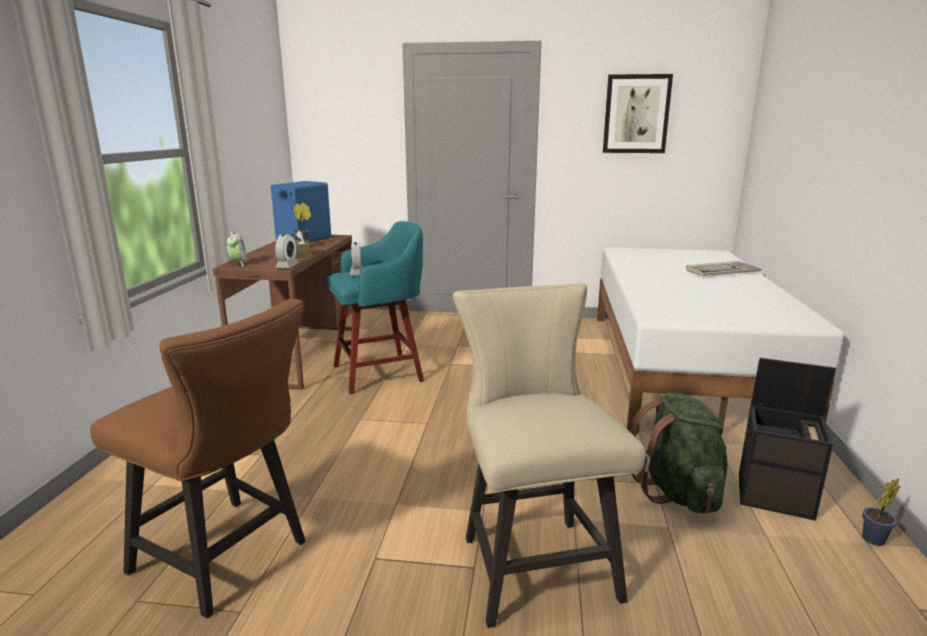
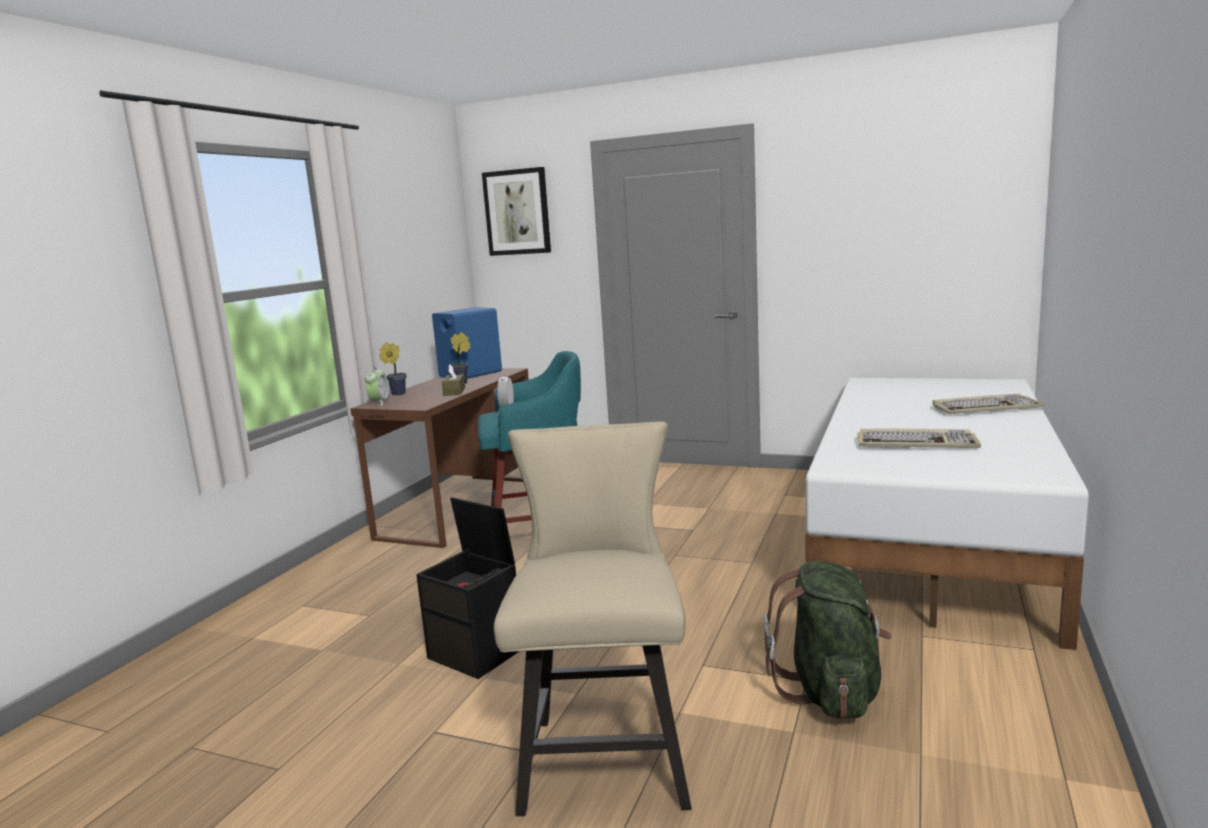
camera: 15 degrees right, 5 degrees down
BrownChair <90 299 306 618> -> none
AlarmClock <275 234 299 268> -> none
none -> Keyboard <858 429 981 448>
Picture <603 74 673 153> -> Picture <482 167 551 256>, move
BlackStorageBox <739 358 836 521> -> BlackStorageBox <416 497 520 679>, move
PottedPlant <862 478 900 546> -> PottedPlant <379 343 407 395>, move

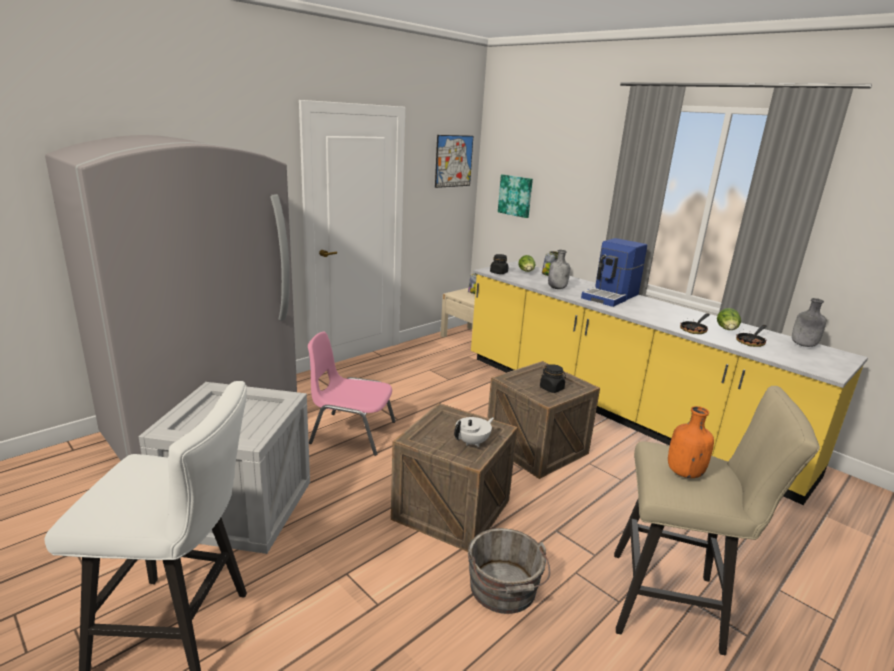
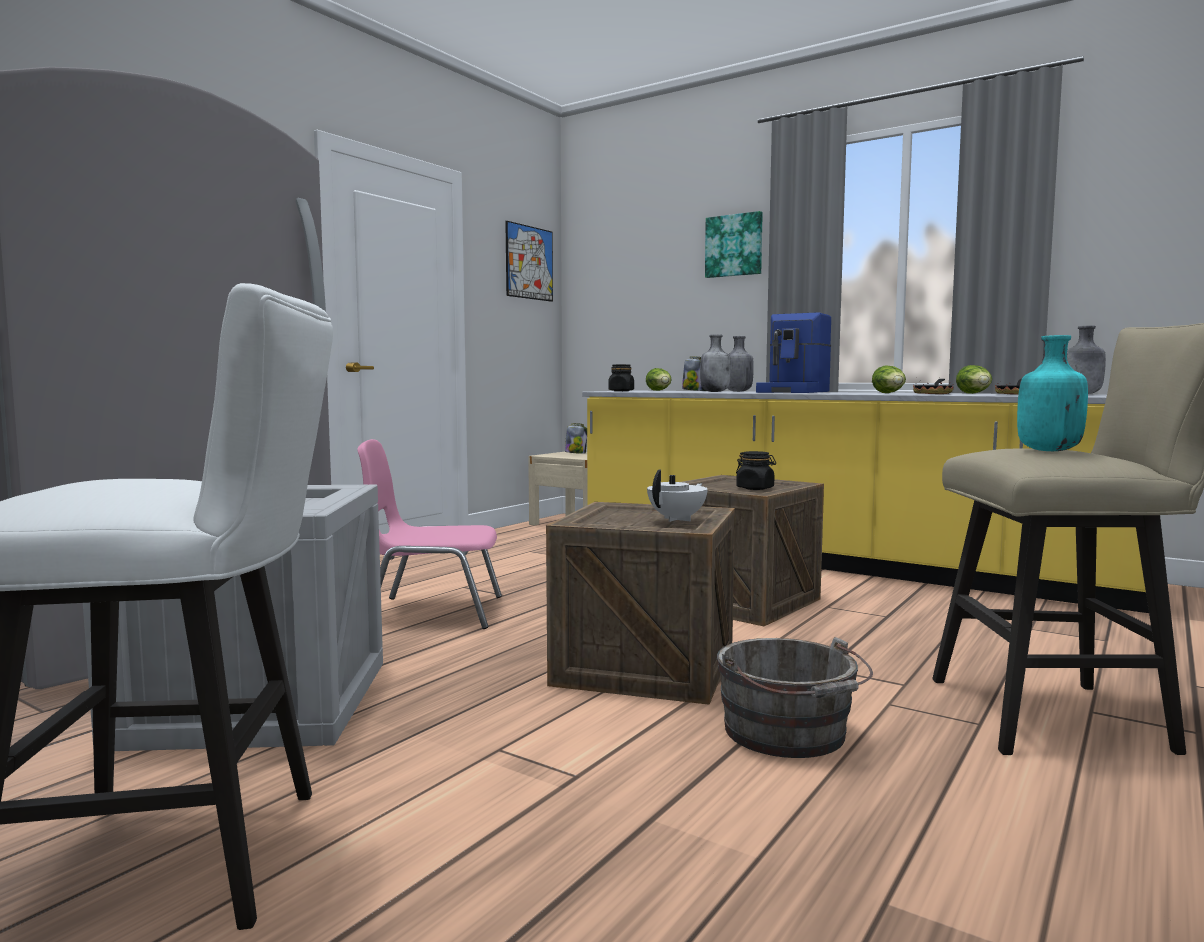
camera: 10 degrees left, 15 degrees down
none -> GreyBottle <727 336 754 392>
none -> Lettuce <872 366 906 393>
Picture <498 175 533 218> -> Picture <705 211 763 278>, move
OrangeBottle <668 406 714 478> -> TurquoiseBottle <1017 335 1088 451>

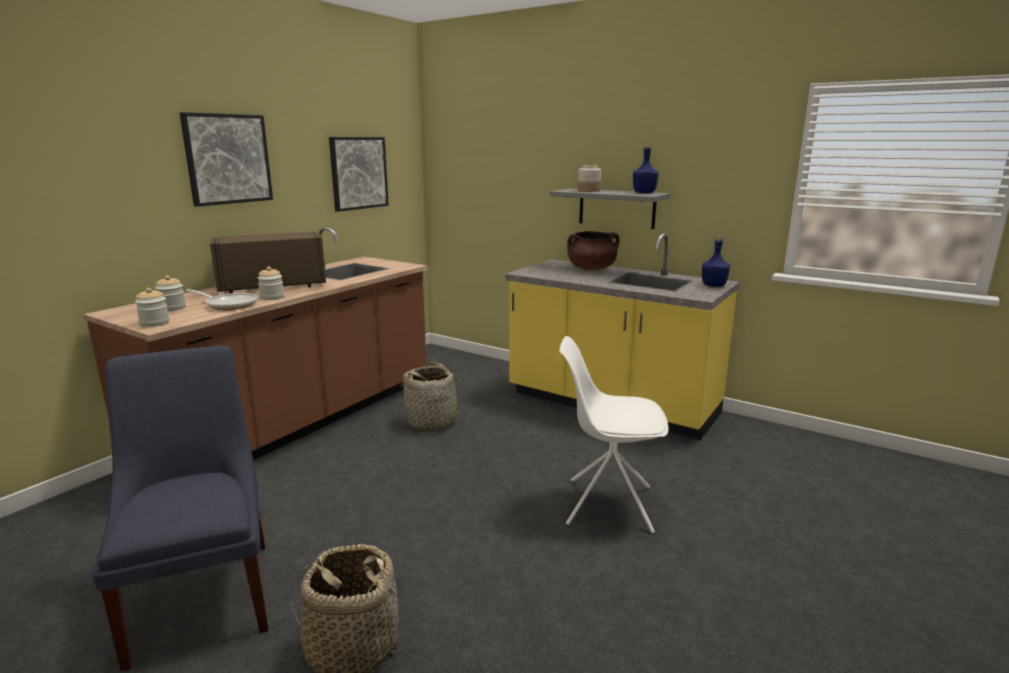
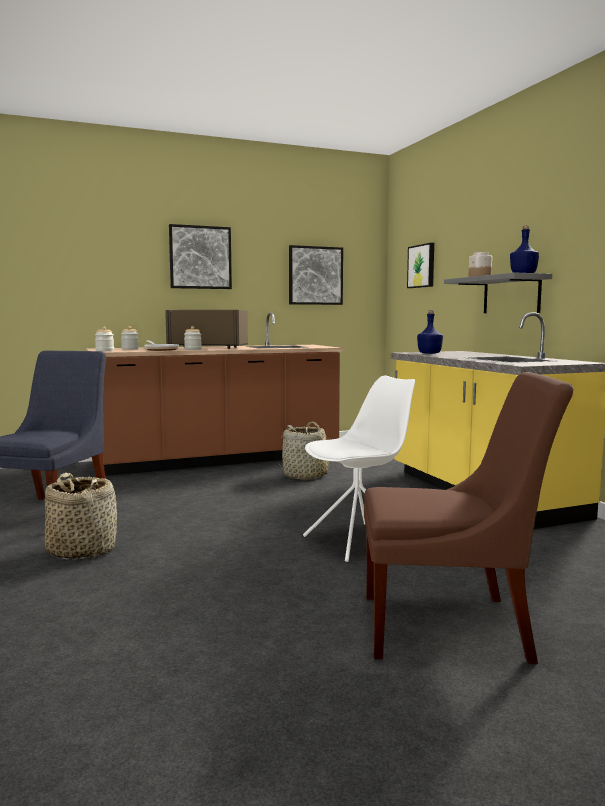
camera: 35 degrees right, 10 degrees down
BrownCookingPot <567 231 620 270> -> none
none -> BrownChair <364 372 573 664>
none -> Picture <407 243 434 288>
BlueBottle <702 237 730 287> -> BlueBottle <417 310 443 354>, move
WhiteChair <559 336 669 534> -> WhiteChair <303 375 415 562>, 105 degrees clockwise

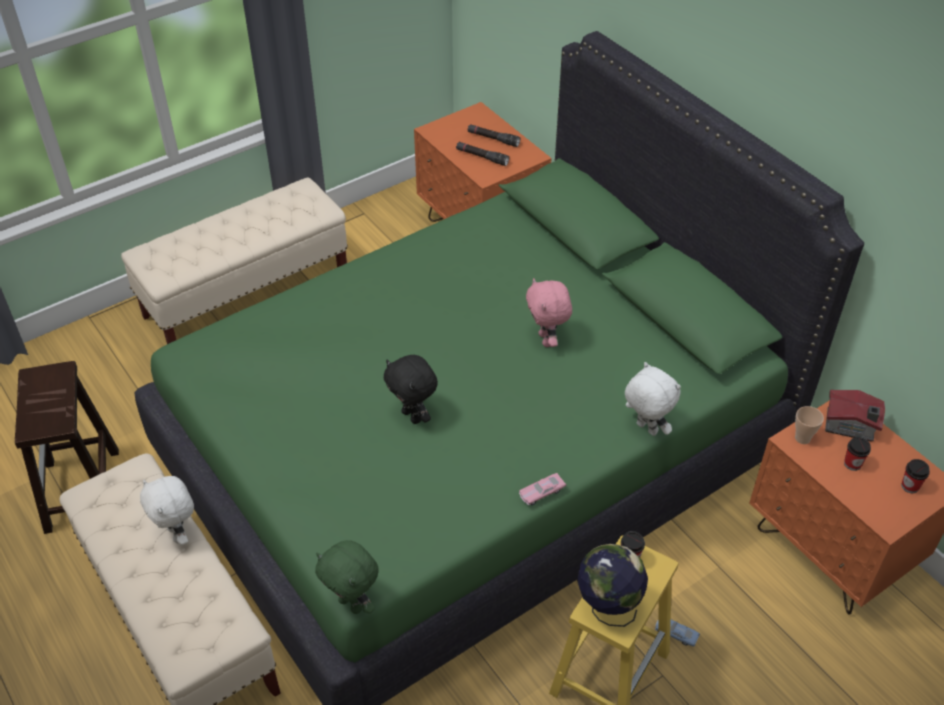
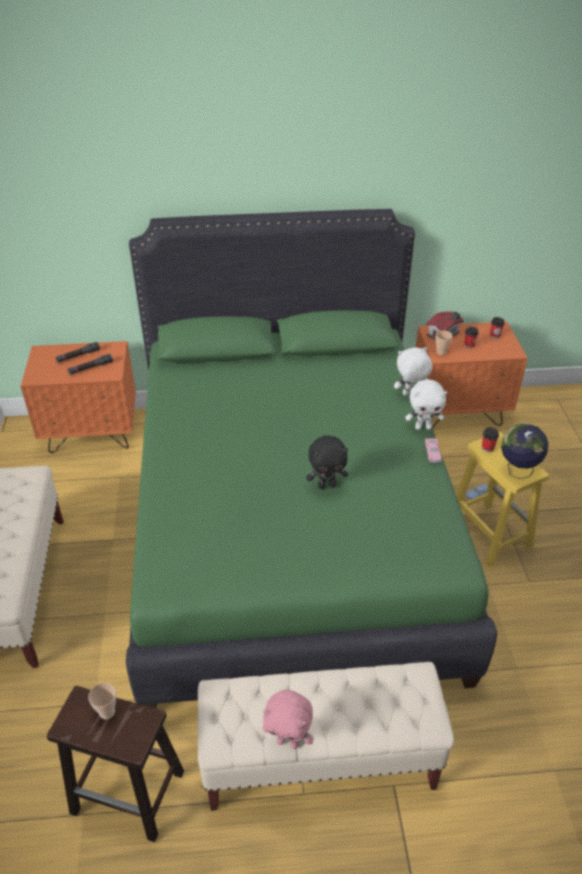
camera: 60 degrees left, 5 degrees down
GreenPlushToy <315 540 379 614> -> none
none -> Cup <88 683 116 720>
WhitePlushToy <140 476 194 545> -> WhitePlushToy <405 379 447 430>, move
PinkPlushToy <526 278 572 347> -> PinkPlushToy <262 690 314 749>, move

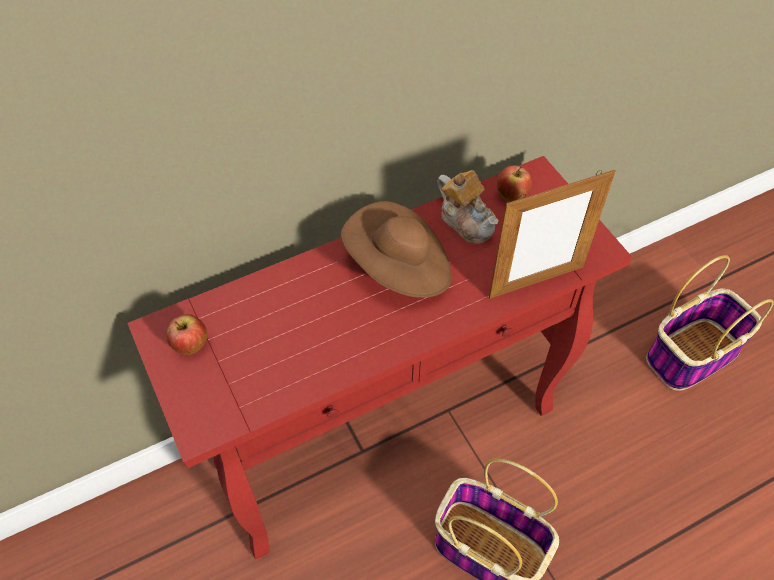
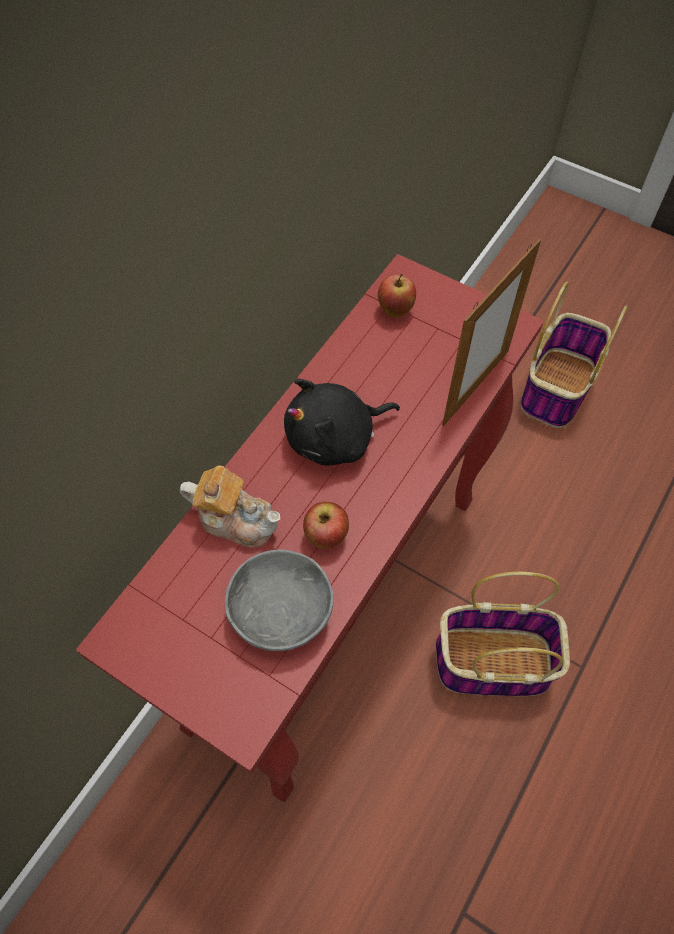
camera: 30 degrees left, 5 degrees up
none -> GreyBowl <225 549 334 651>
Apple <166 314 207 355> -> Apple <303 502 349 549>, move
Teapot <437 170 499 245> -> Teapot <180 466 280 547>, move
BrownHat <341 201 452 298> -> BlackPlushToy <284 378 400 465>

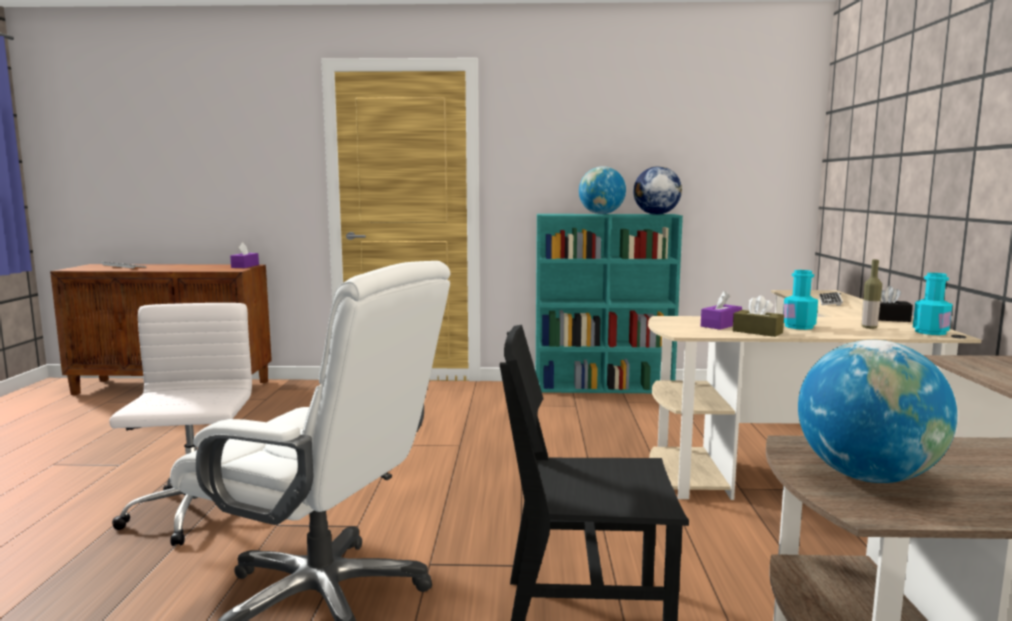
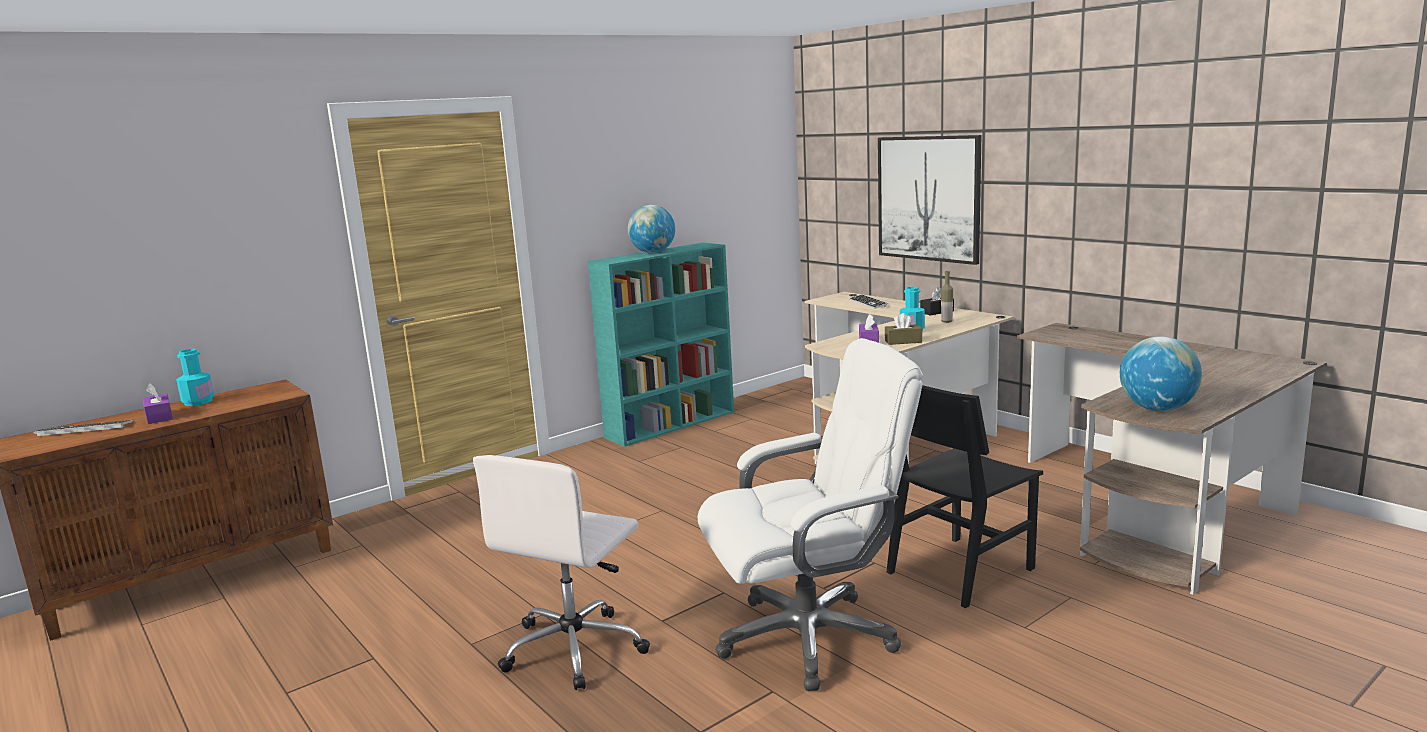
camera: 40 degrees left, 5 degrees up
Globe <633 166 682 215> -> none
none -> Picture <878 135 981 265>
PurpleTissueBox <230 242 259 268> -> PurpleTissueBox <143 384 173 424>, move
TurquoiseBottle <913 273 952 335> -> TurquoiseBottle <176 349 214 406>, move
WhiteOfficeChair <109 303 252 546> -> WhiteOfficeChair <473 455 650 690>, 105 degrees counterclockwise

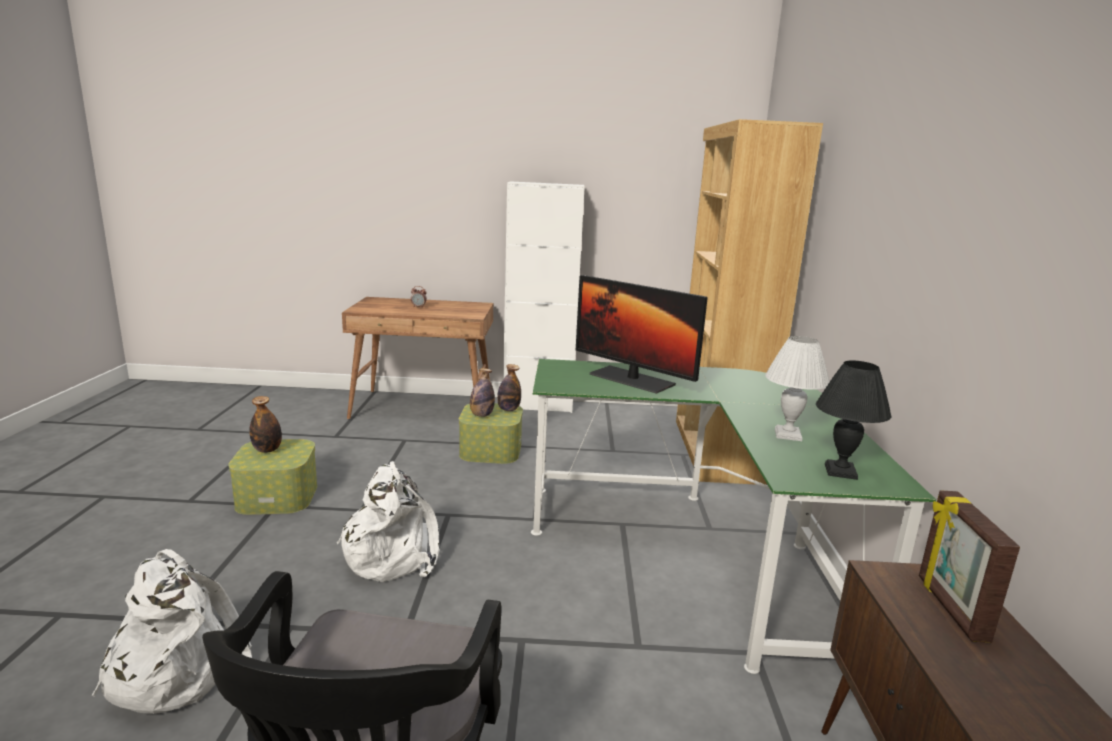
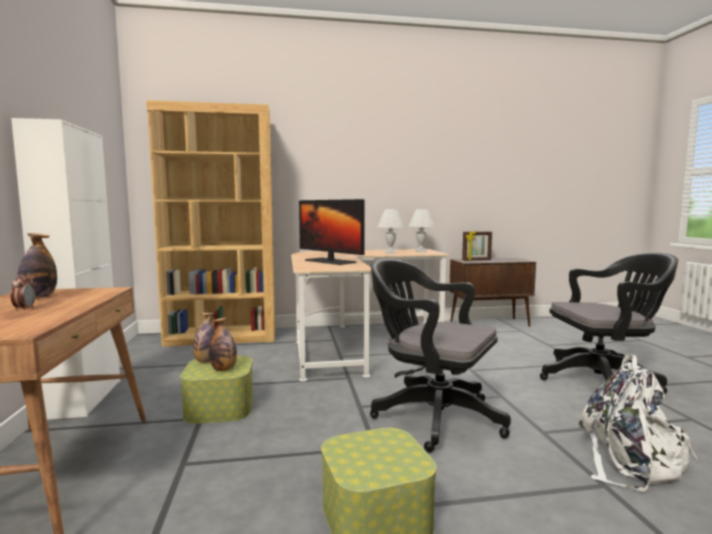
camera: 100 degrees left, 10 degrees down
Bottle <249 396 282 453> -> Bottle <17 233 57 298>, move
WhiteBackpack <337 461 440 582> -> BlackOfficeChair <370 259 511 453>
GreenDesk <531 359 936 674> -> BeigeDesk <291 249 449 381>
BlackTableLamp <816 360 892 480> -> WhiteTableLamp <409 209 435 252>
Monitor <576 275 708 394> -> Monitor <299 199 365 265>, 105 degrees clockwise

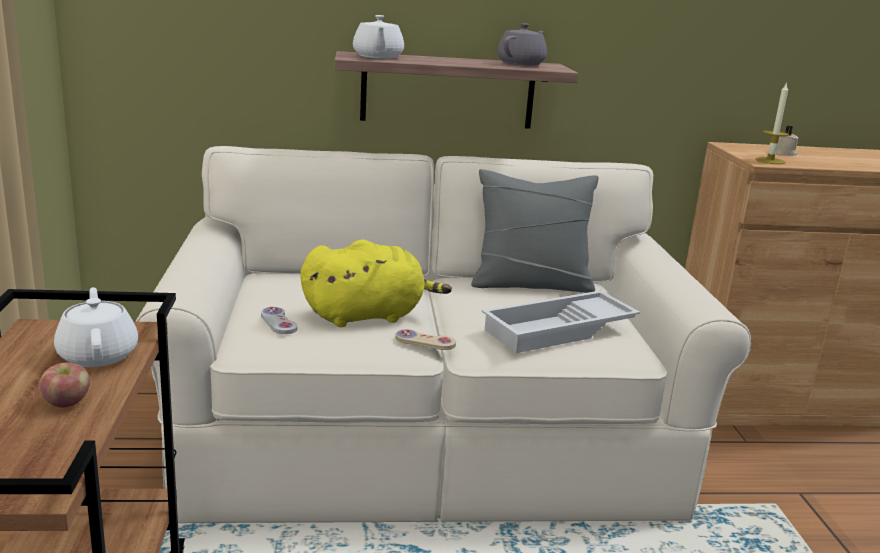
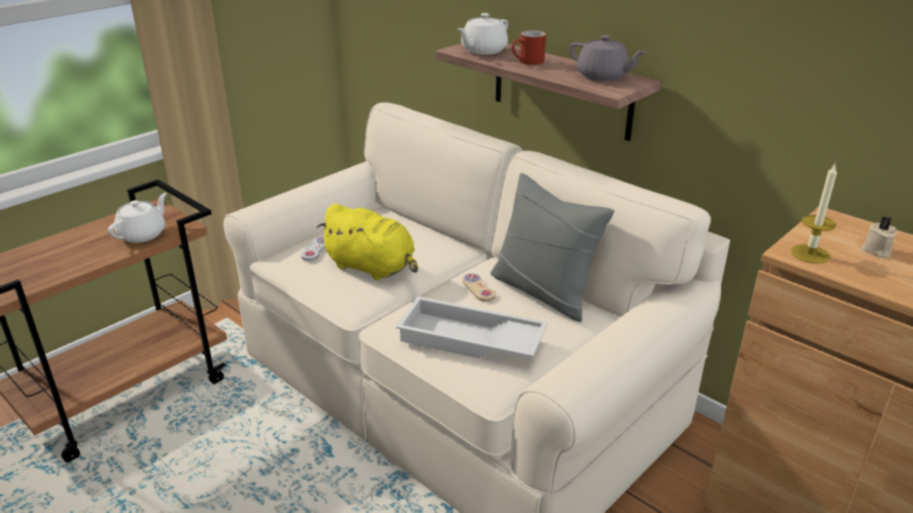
camera: 50 degrees right, 10 degrees up
Apple <39 363 90 408> -> none
none -> RedMug <512 30 546 65>
BeigeGameController <395 329 456 350> -> BeigeGameController <462 274 496 302>, move
GreyTeapot <497 23 547 66> -> GreyTeapot <569 35 646 81>, 45 degrees clockwise

